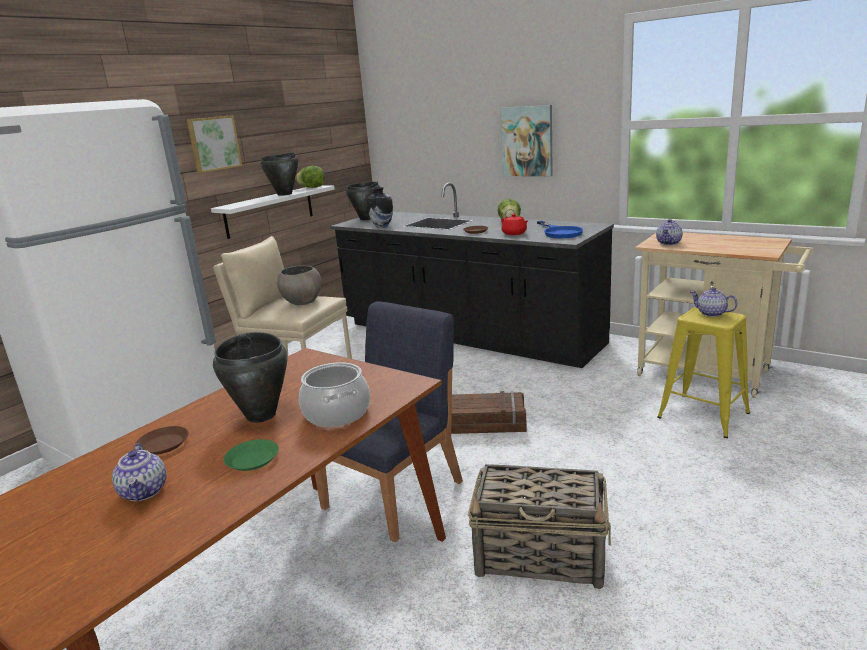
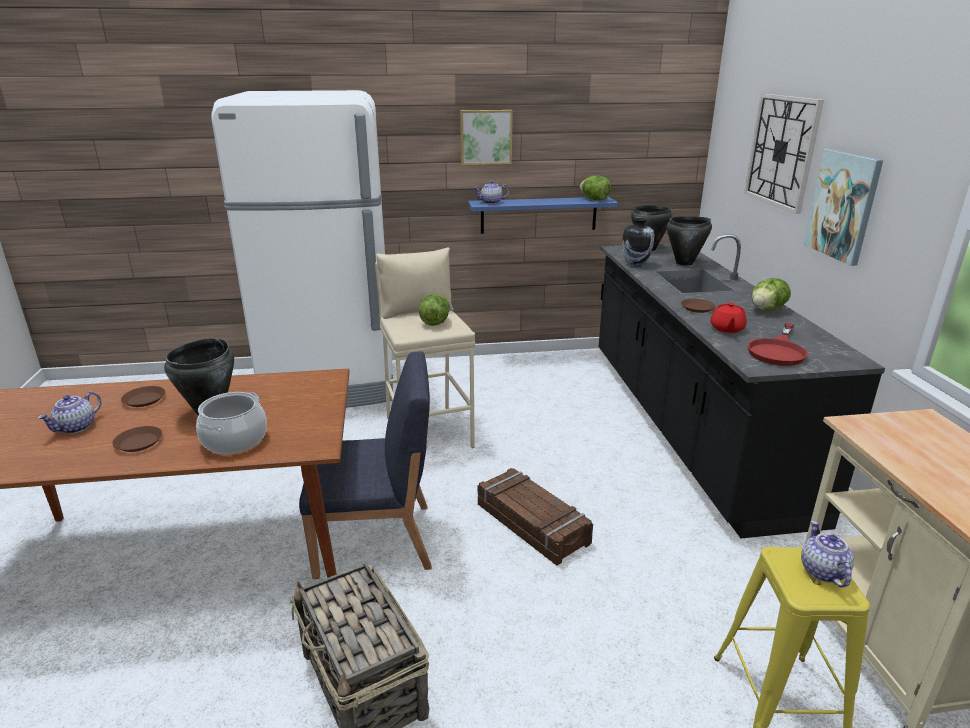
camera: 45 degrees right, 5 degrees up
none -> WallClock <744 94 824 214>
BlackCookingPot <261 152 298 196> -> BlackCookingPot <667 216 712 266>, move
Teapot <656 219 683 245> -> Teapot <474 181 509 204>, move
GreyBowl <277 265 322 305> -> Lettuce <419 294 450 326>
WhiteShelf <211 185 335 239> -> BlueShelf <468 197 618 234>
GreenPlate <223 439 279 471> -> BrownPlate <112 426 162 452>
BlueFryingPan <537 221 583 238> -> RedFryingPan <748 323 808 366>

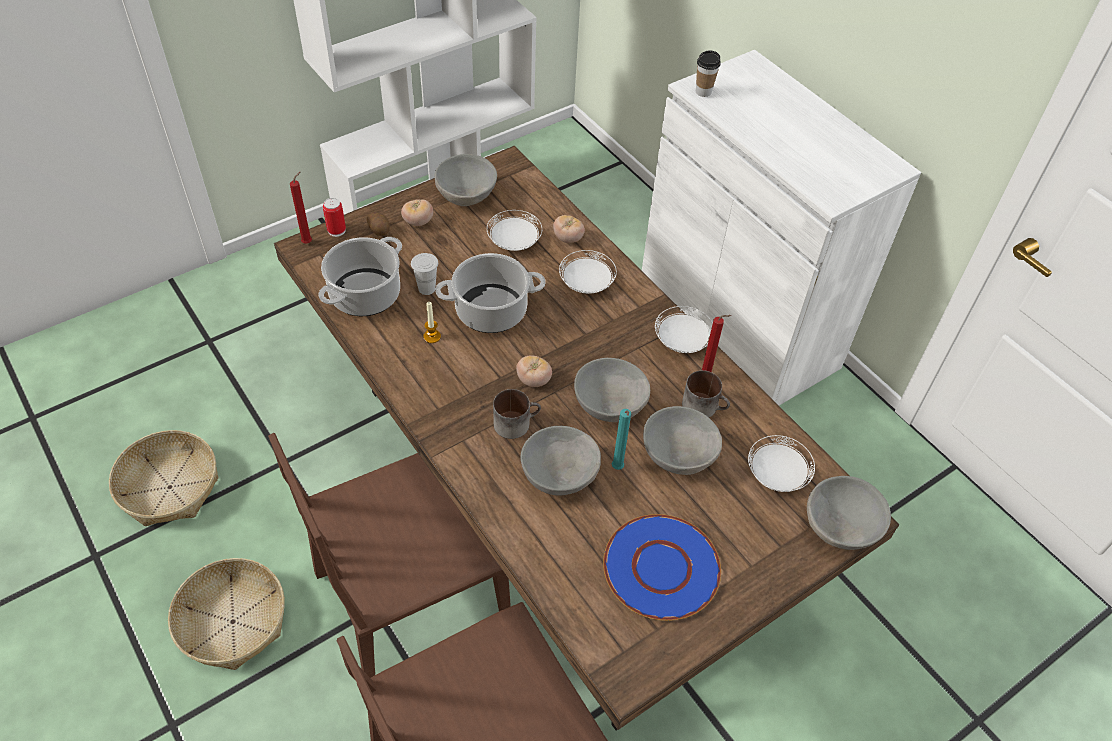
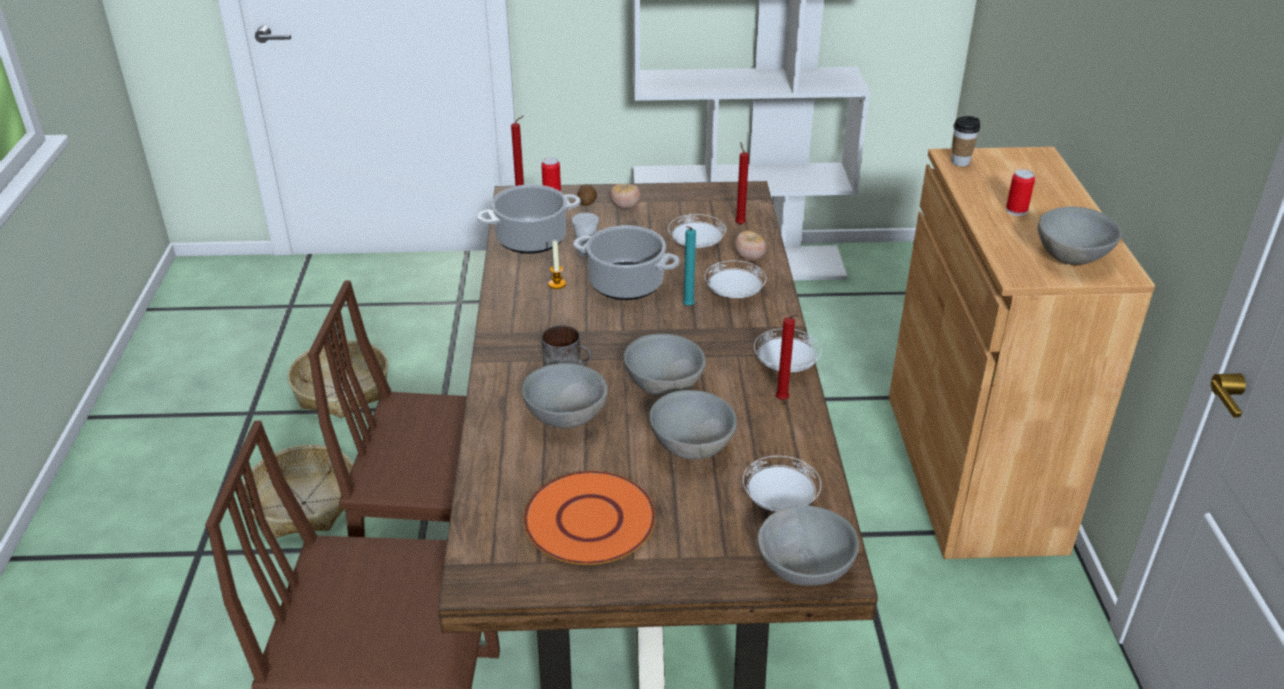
camera: 35 degrees right, 15 degrees down
Tomato <516 356 552 387> -> none
Mug <682 370 730 417> -> none
none -> RedCandle <735 142 749 225>
none -> Can <1006 169 1035 216>
GreyBowl <435 154 497 206> -> GreyBowl <1037 206 1122 265>, move
TurquoiseCandle <612 409 631 470> -> TurquoiseCandle <683 226 696 306>, move
BluePlate <603 514 721 621> -> OrangePlate <524 471 656 565>
WhiteCabinet <642 50 921 405> -> BrownCabinet <889 147 1155 559>

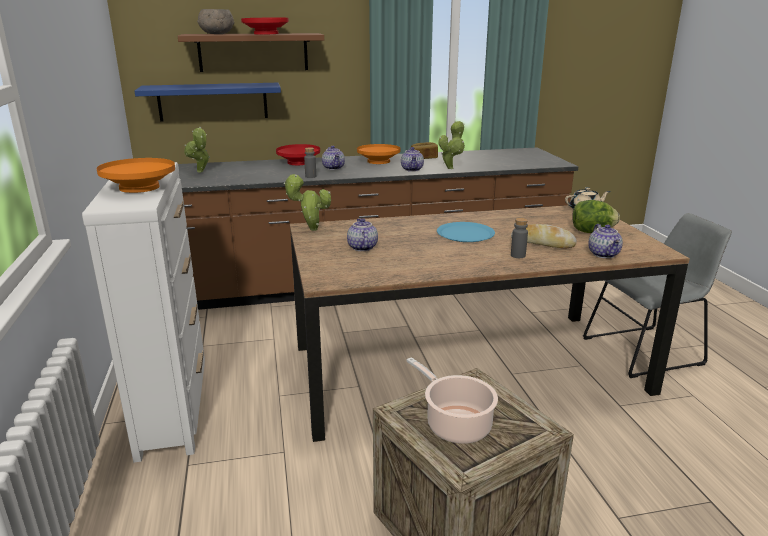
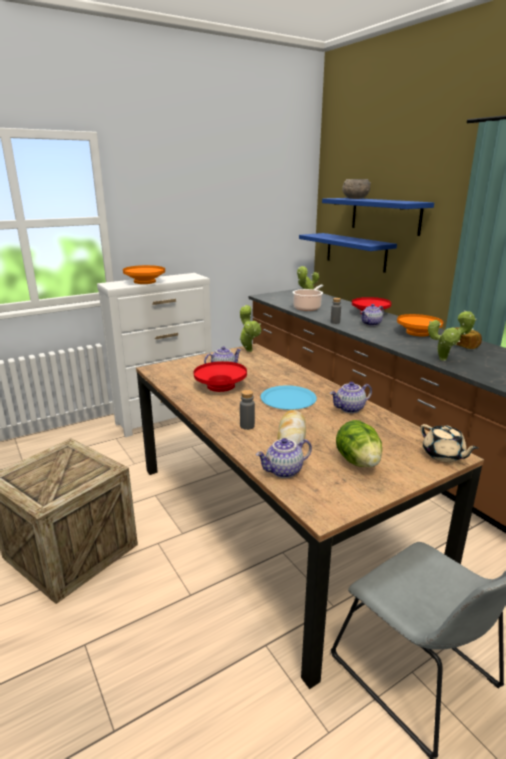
camera: 70 degrees right, 0 degrees up
RedBowl <241 18 289 35> -> RedBowl <193 361 247 392>, move
Teapot <401 147 424 172> -> Teapot <330 382 372 413>, move
CookingPot <406 357 498 444> -> CookingPot <292 285 323 311>, move
BrownShelf <178 33 324 72> -> BlueShelf <322 198 434 236>

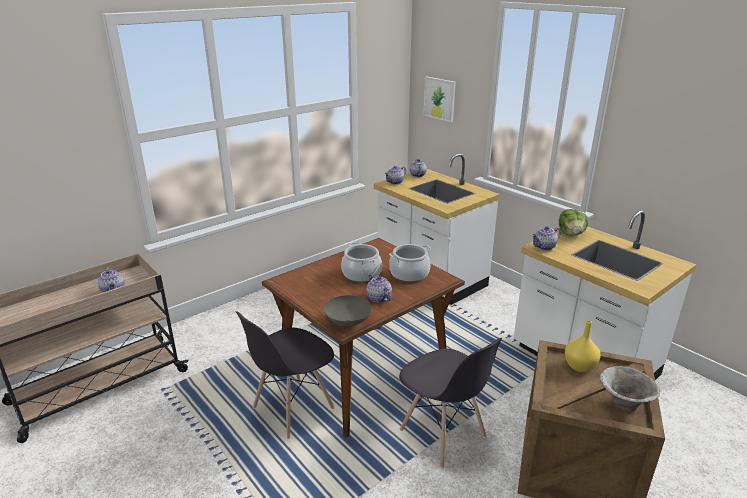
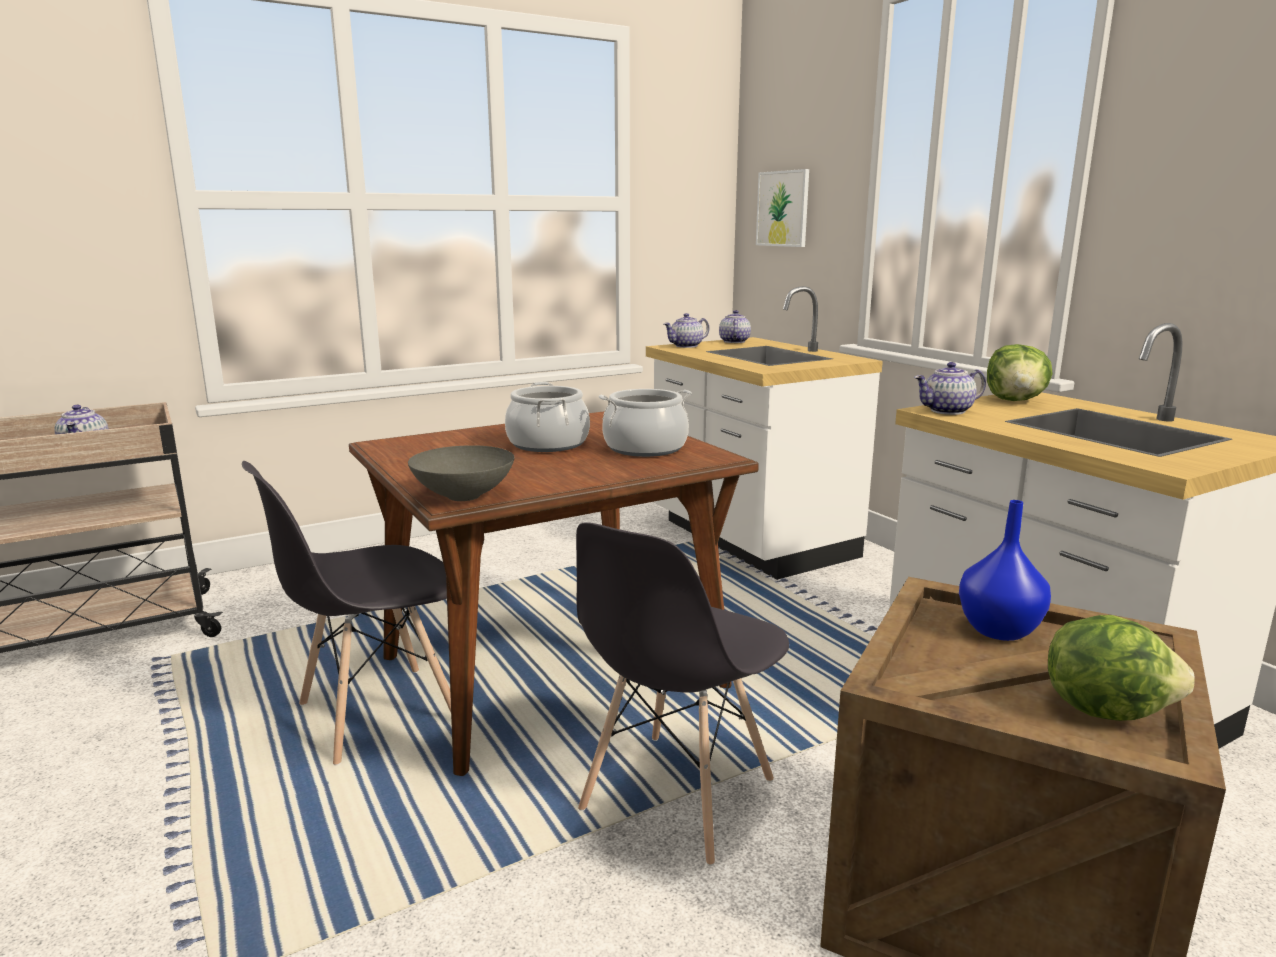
camera: 10 degrees right, 10 degrees down
Teapot <366 273 392 303> -> none
Bowl <600 366 660 412> -> Lettuce <1048 615 1195 721>
YellowVase <565 320 601 372> -> BlueVase <959 500 1051 641>
GreyChair <399 338 502 468> -> GreyChair <576 522 789 866>, 60 degrees clockwise

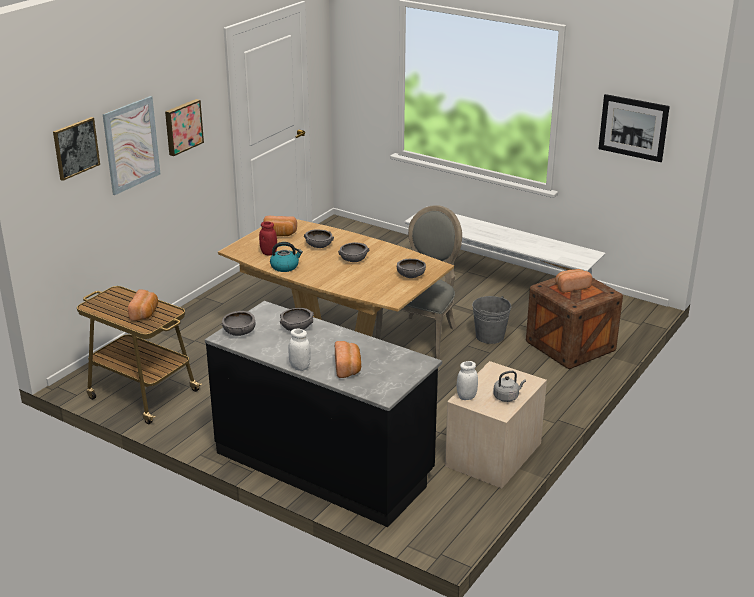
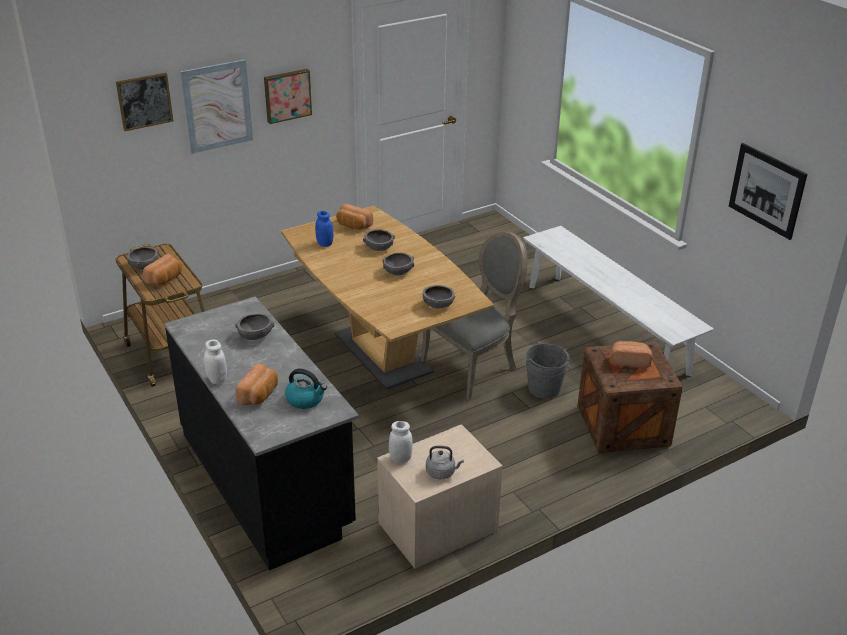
camera: 25 degrees right, 5 degrees up
GreyBowl <221 311 255 336> -> GreyBowl <127 246 159 269>, move
Kettle <270 242 303 272> -> Kettle <285 369 327 409>, move
RedJar <259 221 277 256> -> BlueJar <315 211 333 247>

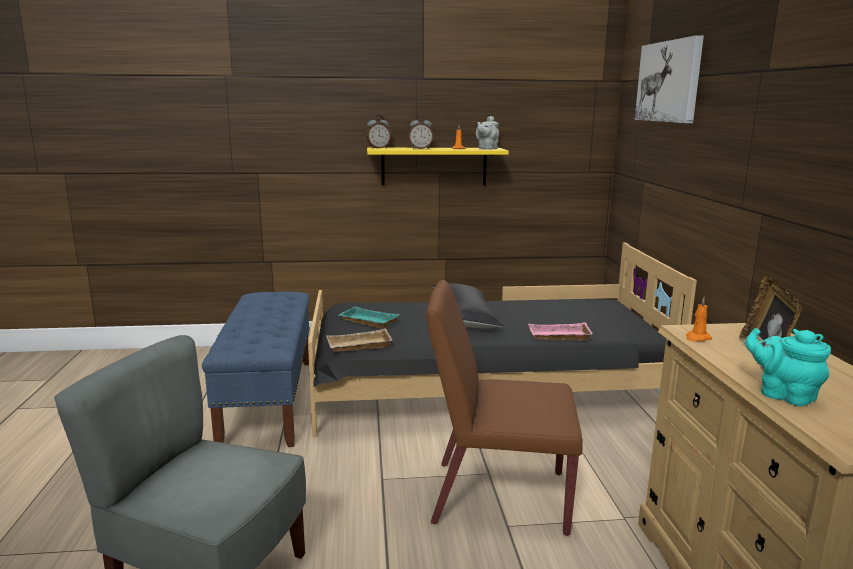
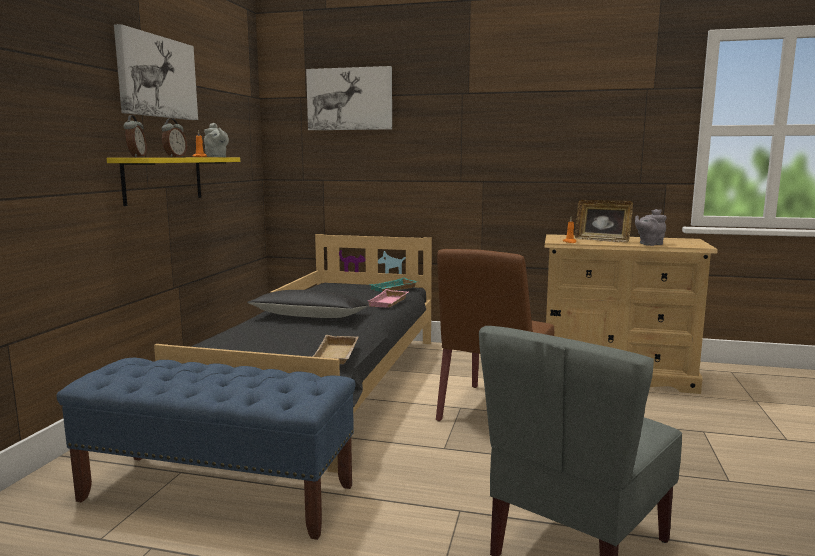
camera: 70 degrees left, 5 degrees down
none -> Picture <114 24 198 120>
TurquoiseTray <339 306 400 329> -> TurquoiseTray <370 277 418 292>, move
TurquoiseTeapot <745 328 831 406> -> GreyTeapot <635 209 667 246>

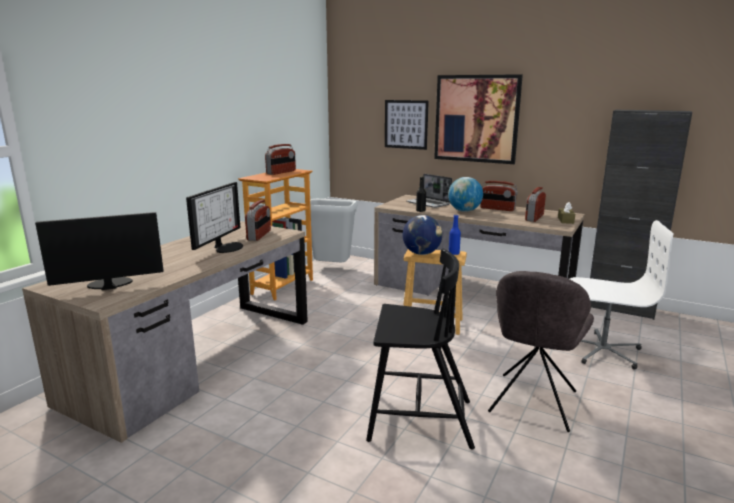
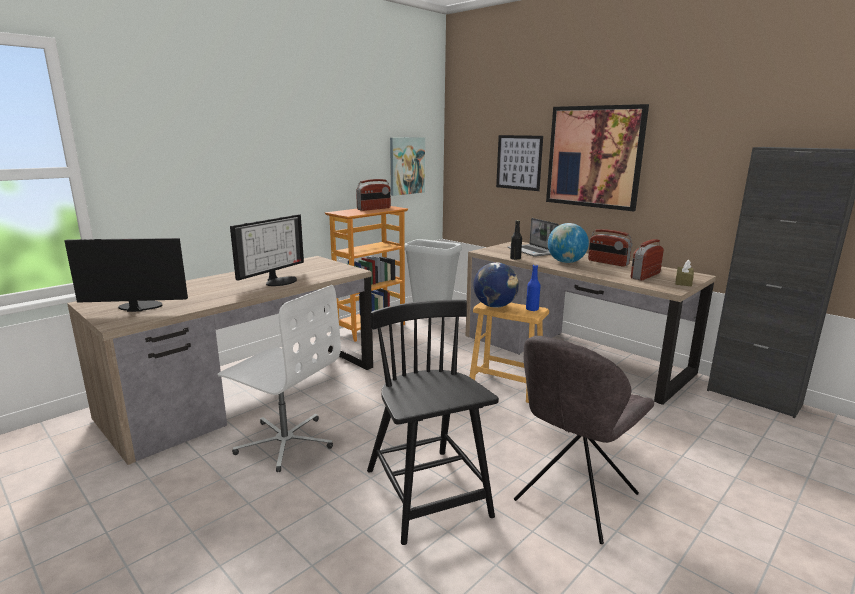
camera: 15 degrees right, 0 degrees up
Radio <245 200 271 241> -> none
none -> Picture <390 137 425 196>
WhiteOfficeChair <570 220 674 370> -> WhiteOfficeChair <218 285 341 472>, move
BlackChair <366 249 475 449> -> BlackChair <367 300 499 545>, 135 degrees counterclockwise

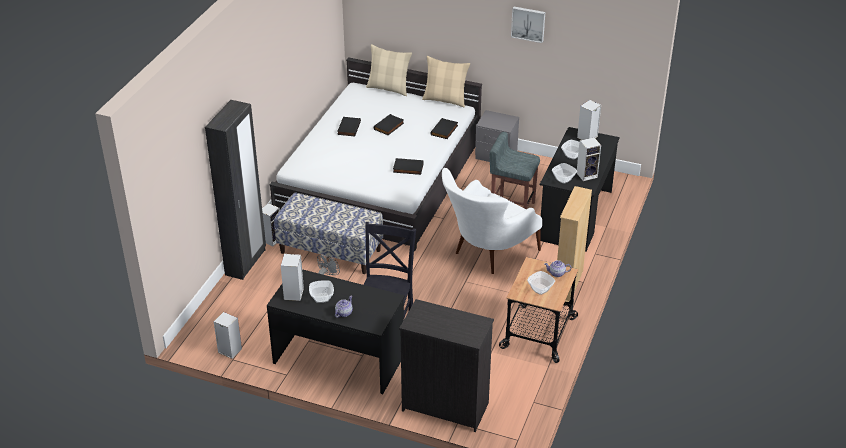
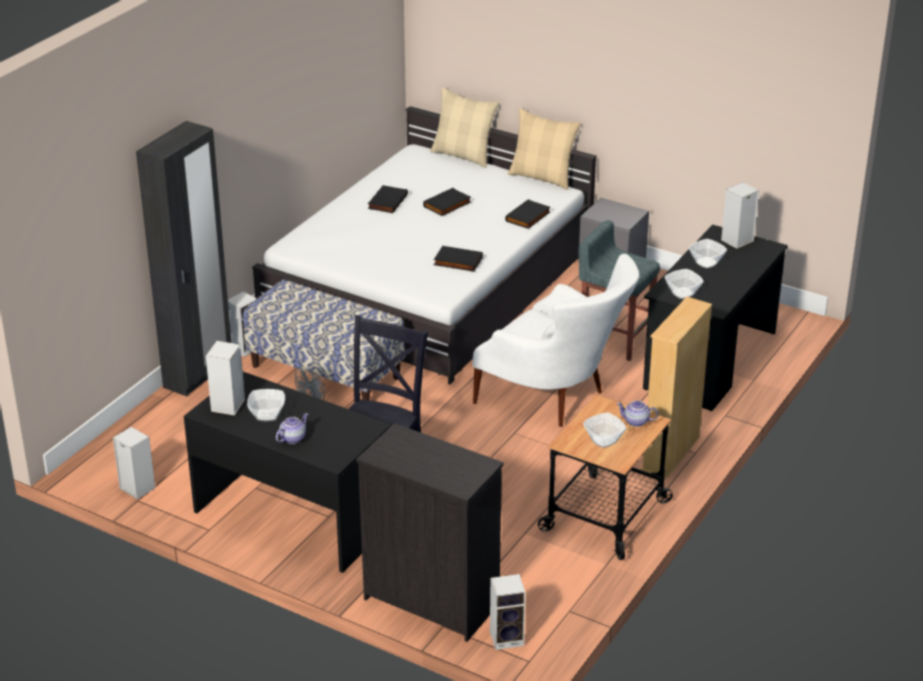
camera: 10 degrees right, 5 degrees down
Picture <511 7 545 43> -> none
Speaker <577 137 601 181> -> Speaker <490 574 526 650>, move
WhiteArmchair <442 168 542 274> -> WhiteArmchair <472 254 639 427>, 105 degrees counterclockwise

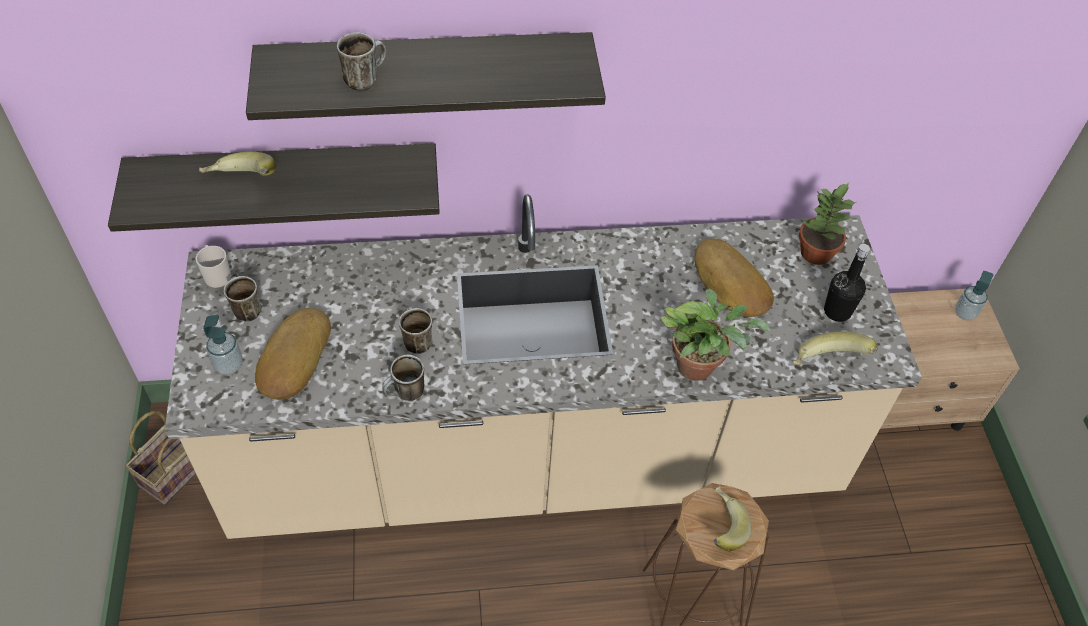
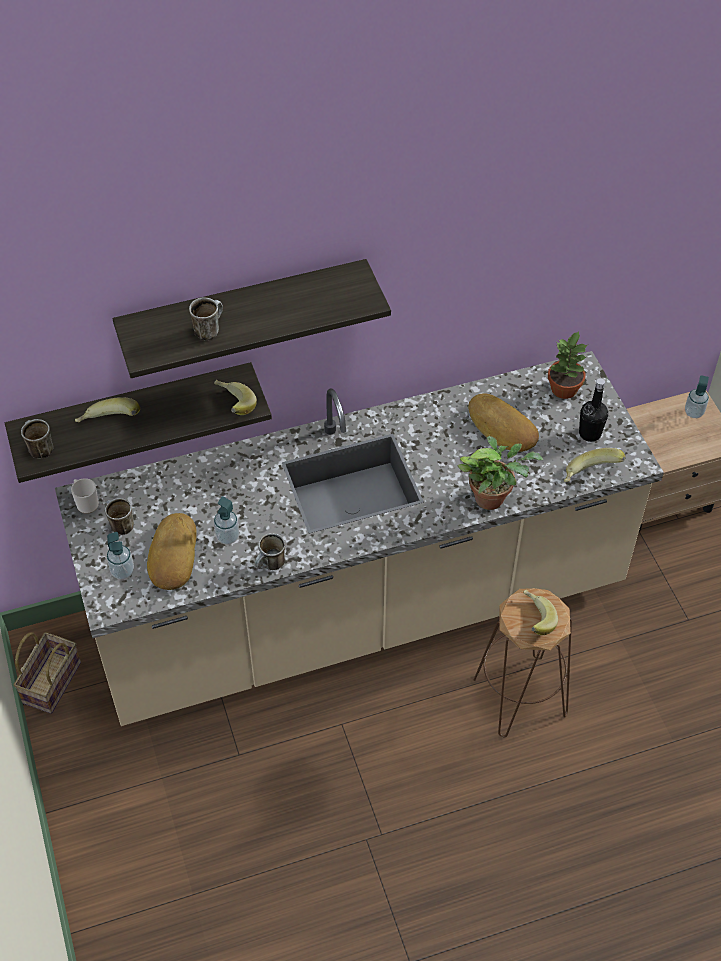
camera: 10 degrees left, 0 degrees up
none -> Banana <214 380 257 415>
none -> SoapDispenser <214 496 239 545>
Mug <399 307 432 354> -> Mug <21 419 54 459>, move

